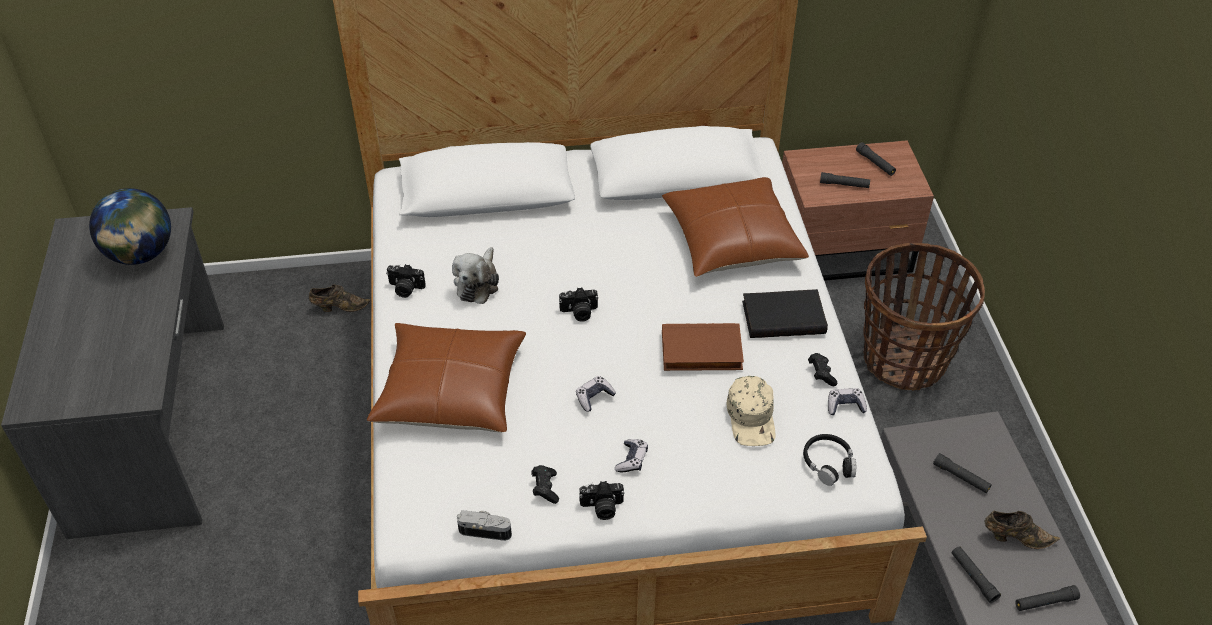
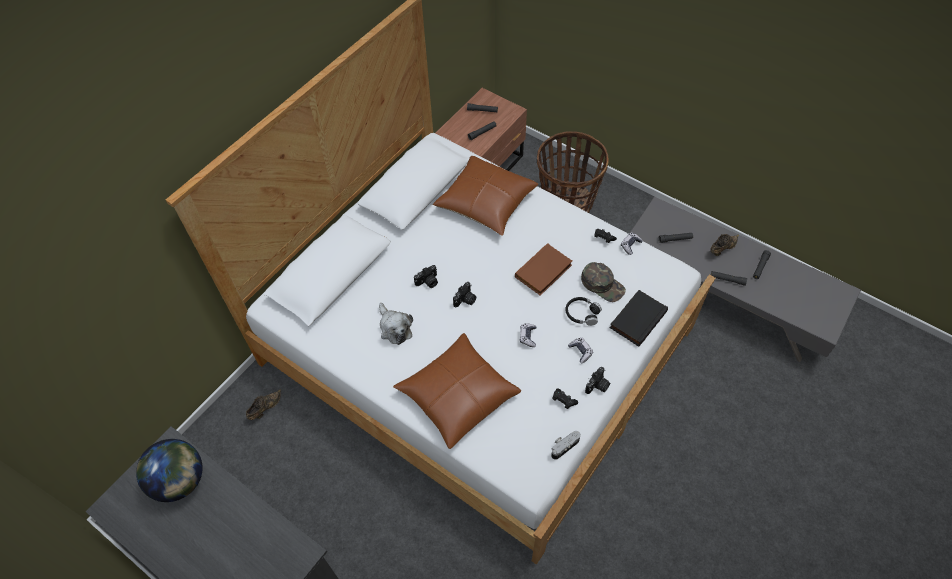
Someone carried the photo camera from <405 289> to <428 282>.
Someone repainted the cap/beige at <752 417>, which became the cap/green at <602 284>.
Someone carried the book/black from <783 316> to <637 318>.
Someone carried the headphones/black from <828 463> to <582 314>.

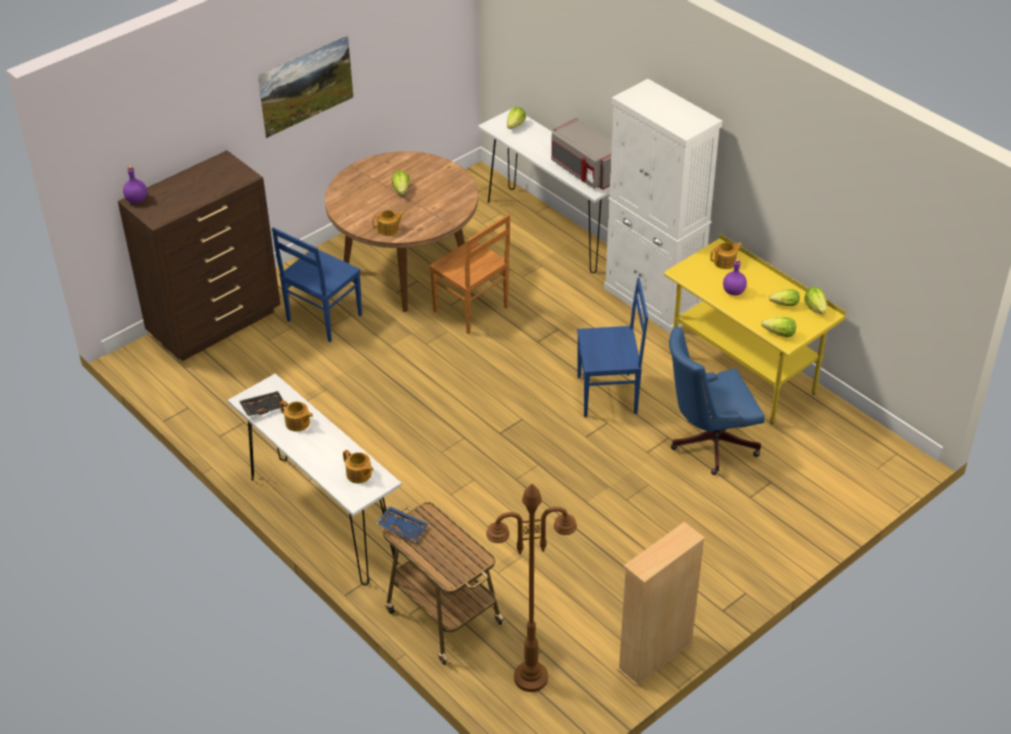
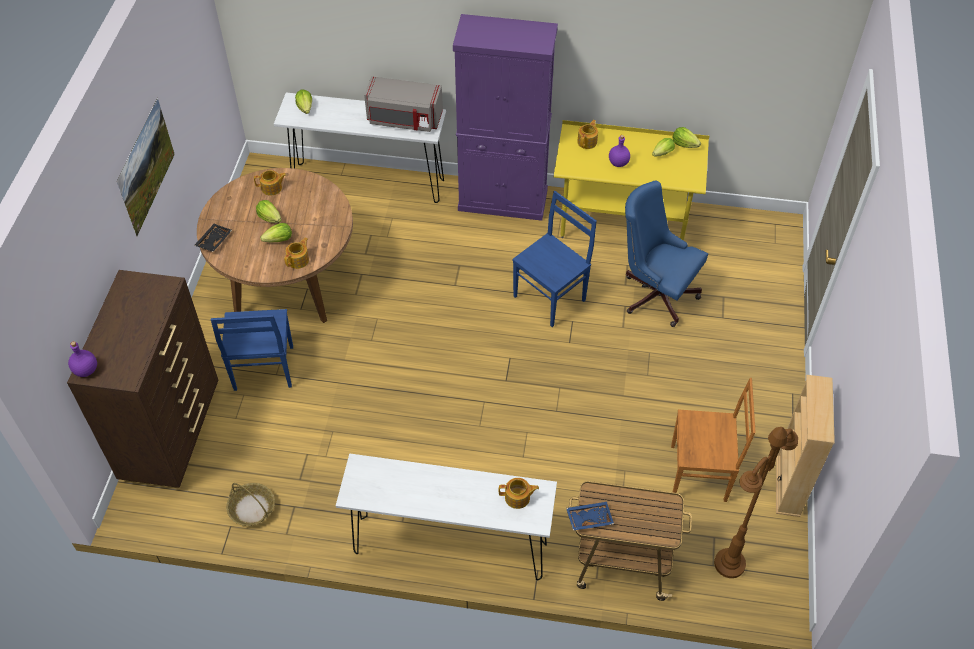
Someone carried the tray/black from <263 407> to <213 241>.
Someone carried the teapot from <298 423> to <272 188>.
Someone carried the chair/brown from <472 310> to <701 473>.
Someone repainted the cabinet/white at <653 300>, which became the cabinet/purple at <503 200>.
Someone rotated the office chair/blue at <708 443> by 90 degrees clockwise.
Someone carried the lettuce from <779 334> to <279 240>.
Someone put down the basket at <251 508>.

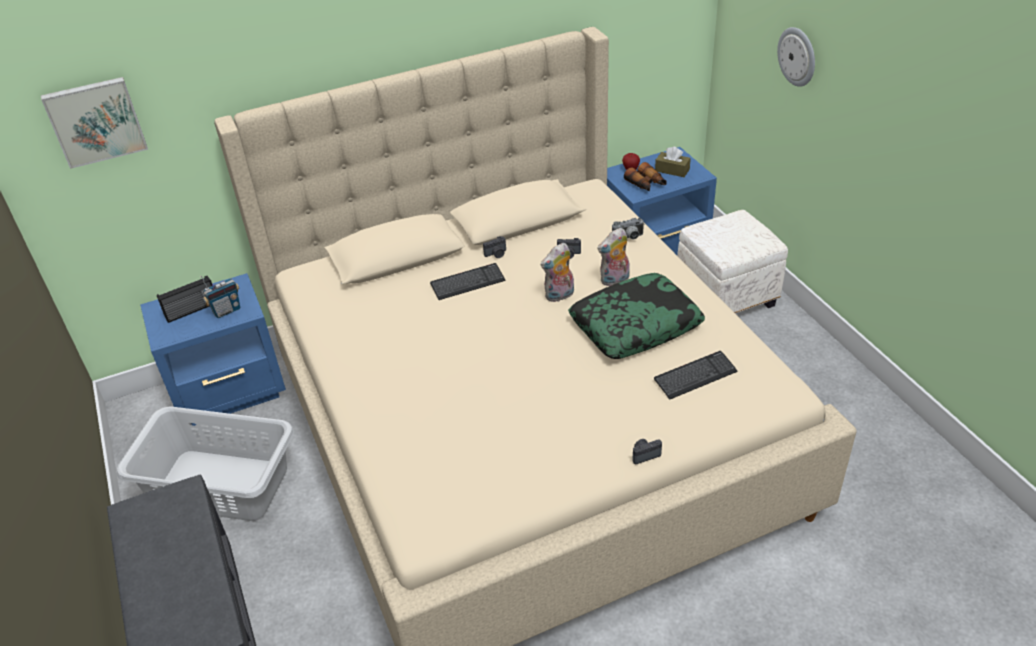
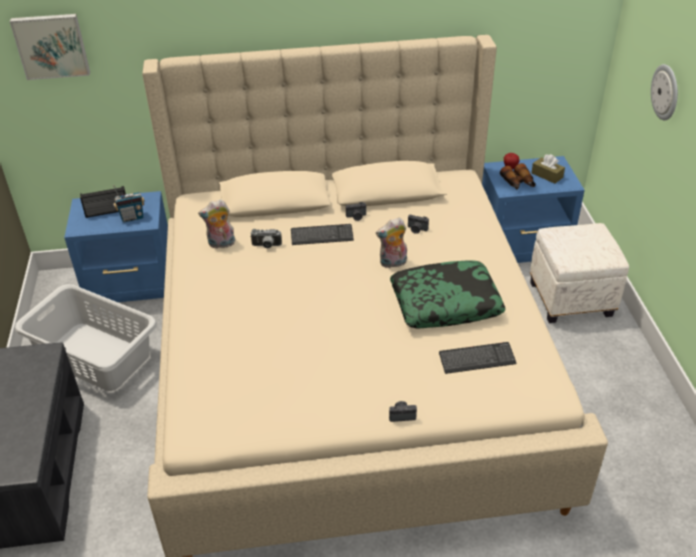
Someone carried the plush toy from <615 280> to <221 244>.
Someone carried the photo camera from <629 238> to <266 246>.

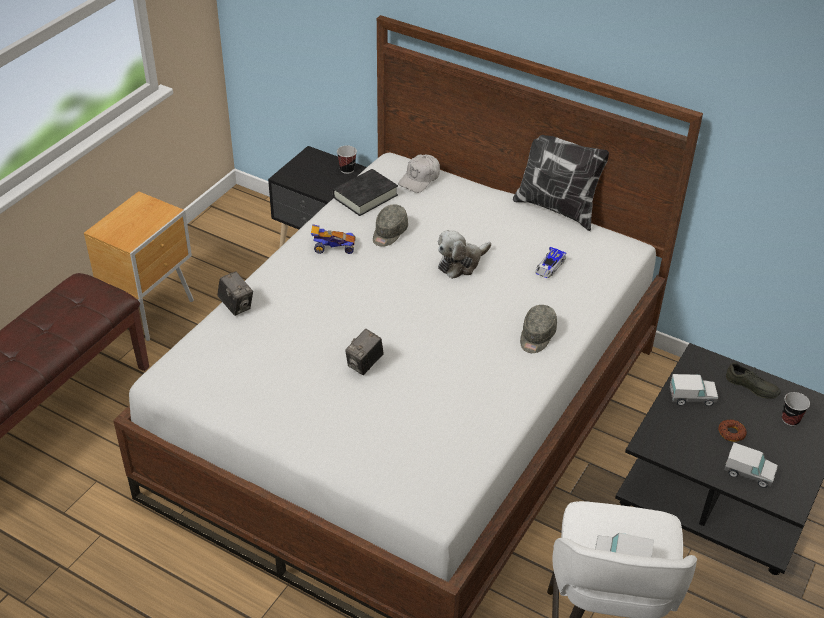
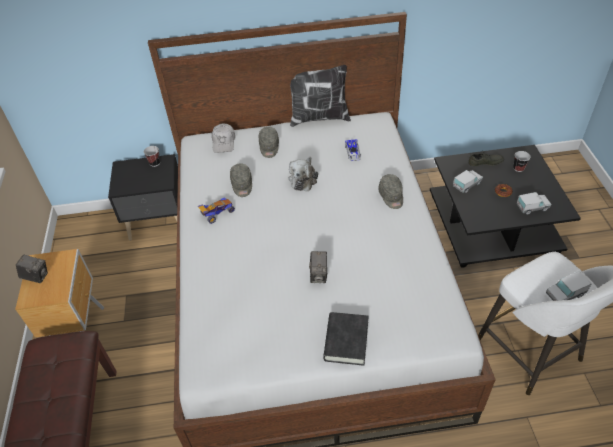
Someone carried the photo camera from <236 306> to <36 276>.
Someone carried the book/black from <365 196> to <346 341>.
Someone put down the cap/grey at <269 147>.

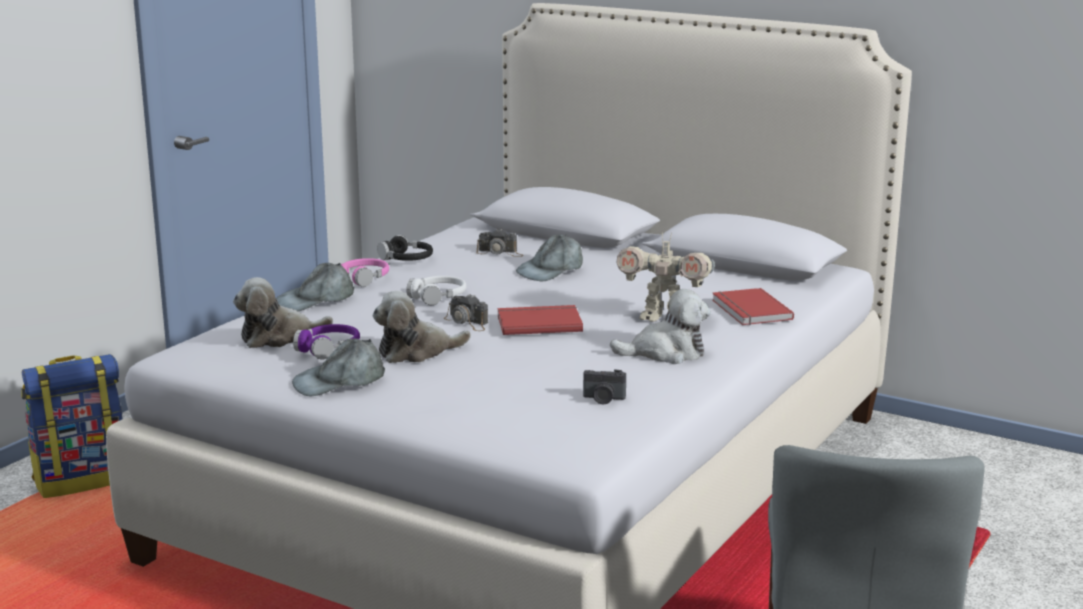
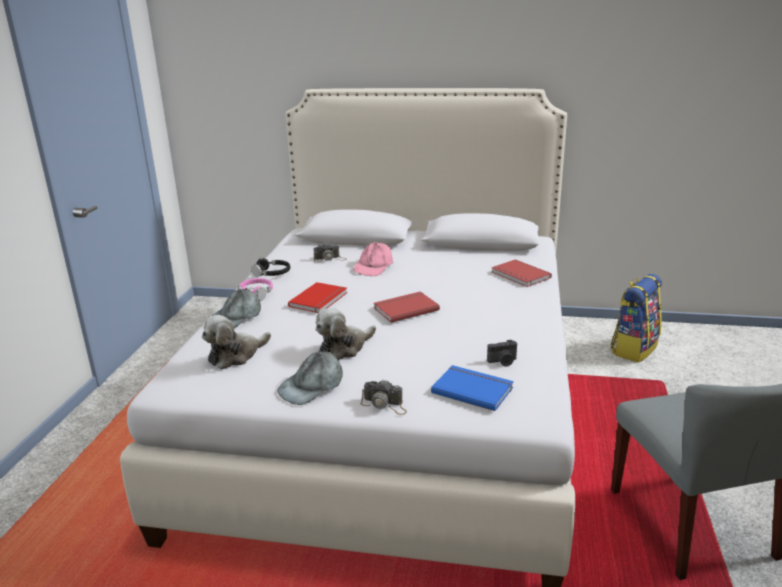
Someone carried the backpack from <82 480> to <633 348>.
Someone took away the headphones/purple at <328 349>.
Someone swapped the headphones/white at <438 297> for the book/red at <320 300>.
Someone carried the photo camera from <467 322> to <384 405>.
Someone repainted the cap/grey at <551 270>, which became the cap/pink at <374 266>.
Someone took away the plush toy at <666 353>.
Someone took away the toy robot at <663 318>.
Someone put down the book/blue at <473 389>.

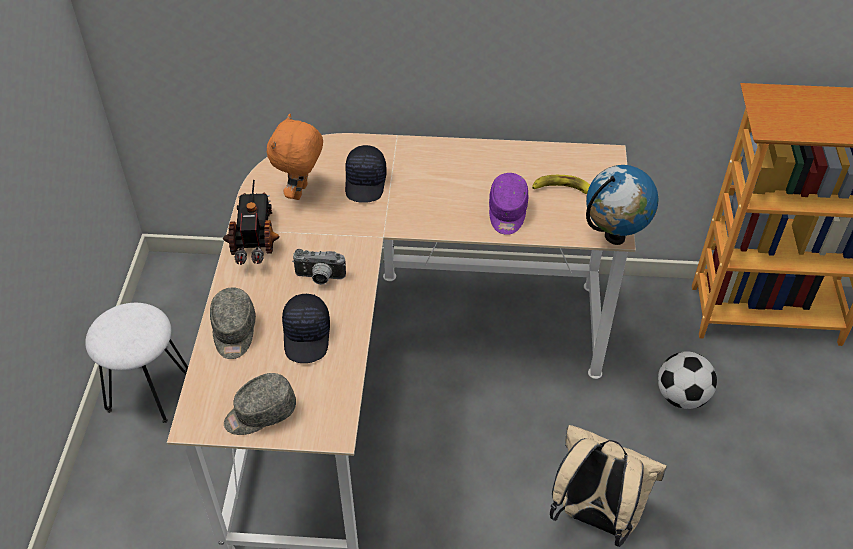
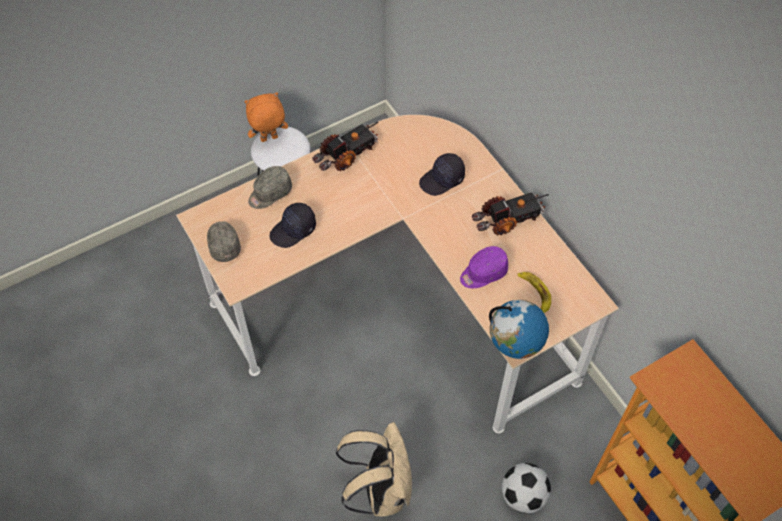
Someone rotated the cap/grey at <260 413> by 45 degrees clockwise.
Someone carried the plush toy/orange from <301 192> to <269 139>.
Someone took away the photo camera at <319 278>.
Someone put down the toy truck at <508 220>.

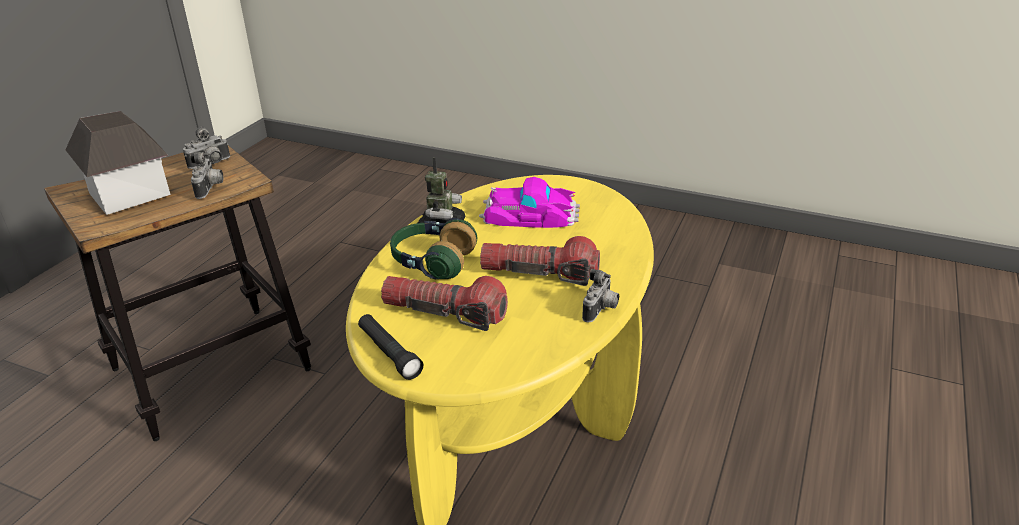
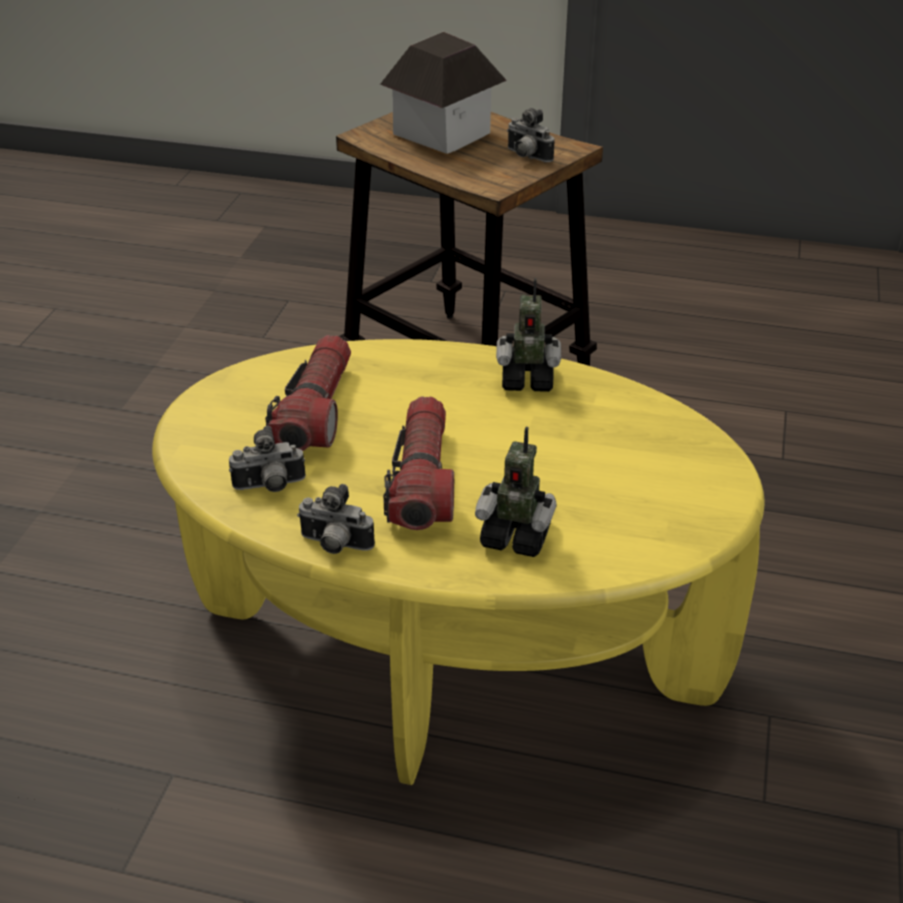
Someone carried the photo camera from <210 189> to <270 487>.
Someone took away the flashlight/black at <389 353>.
Someone took away the headphones at <432 262>.
Someone took away the toy car at <529 215>.
Someone put down the toy robot at <516 536>.

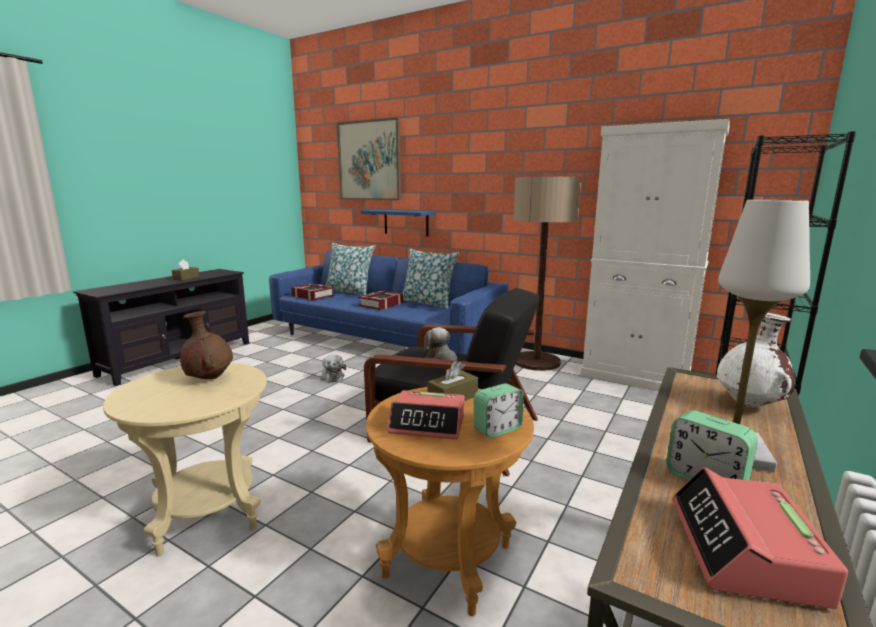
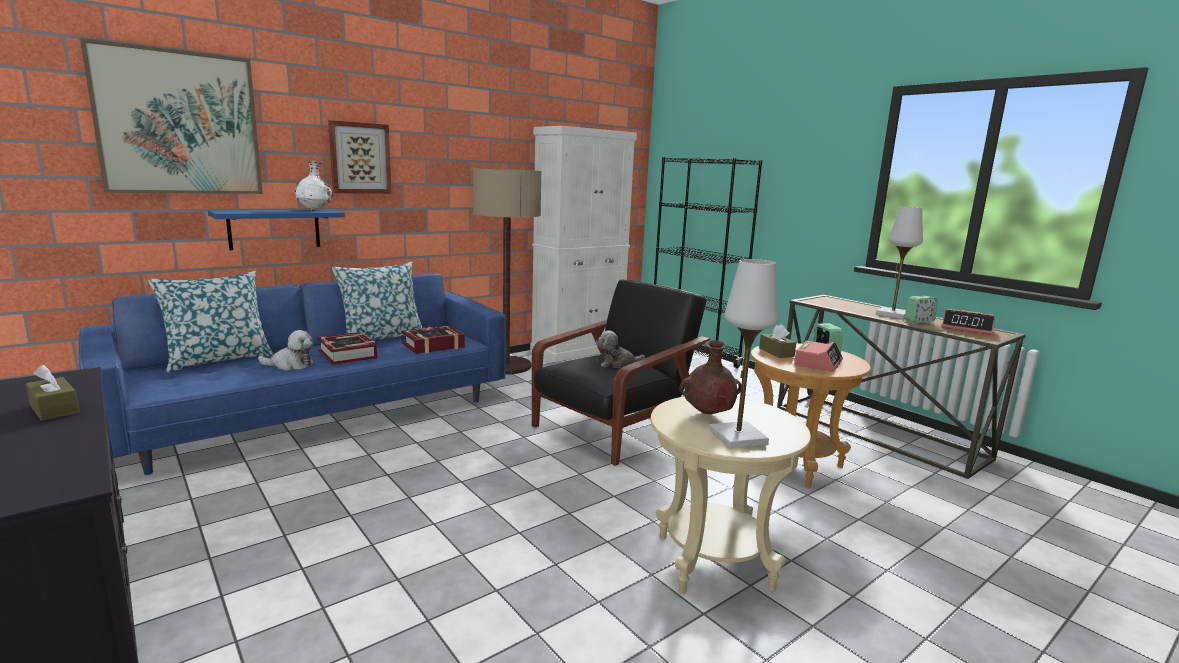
Someone carried the book from <313 296> to <433 346>.
Someone carried the plush toy from <332 377> to <290 365>.
Someone carried the vase/white from <750 405> to <315 210>.
Someone put up the picture at <360 158>.
Someone put down the table lamp/white at <737 437>.

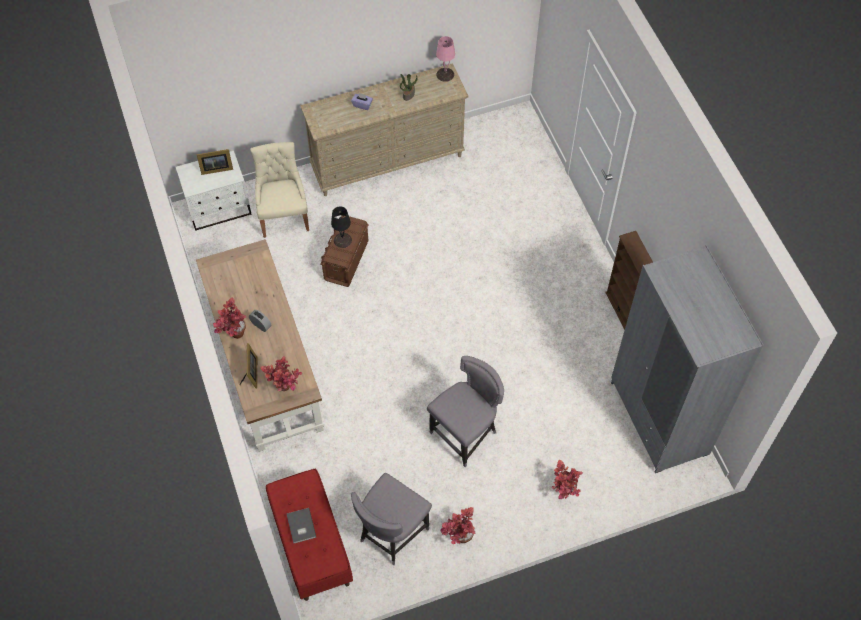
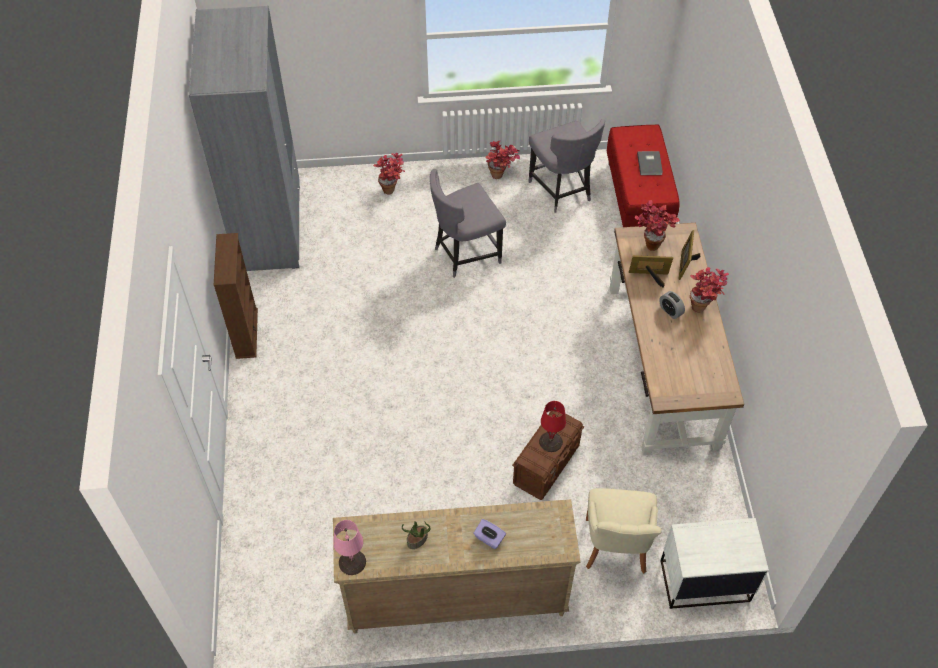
Someone carried the picture frame from <215 168> to <650 277>.
Someone repainted the table lamp/black at <342 240>, which became the table lamp/red at <551 442>.
Someone rotated the chair/grey at <391 534> by 105 degrees clockwise.

